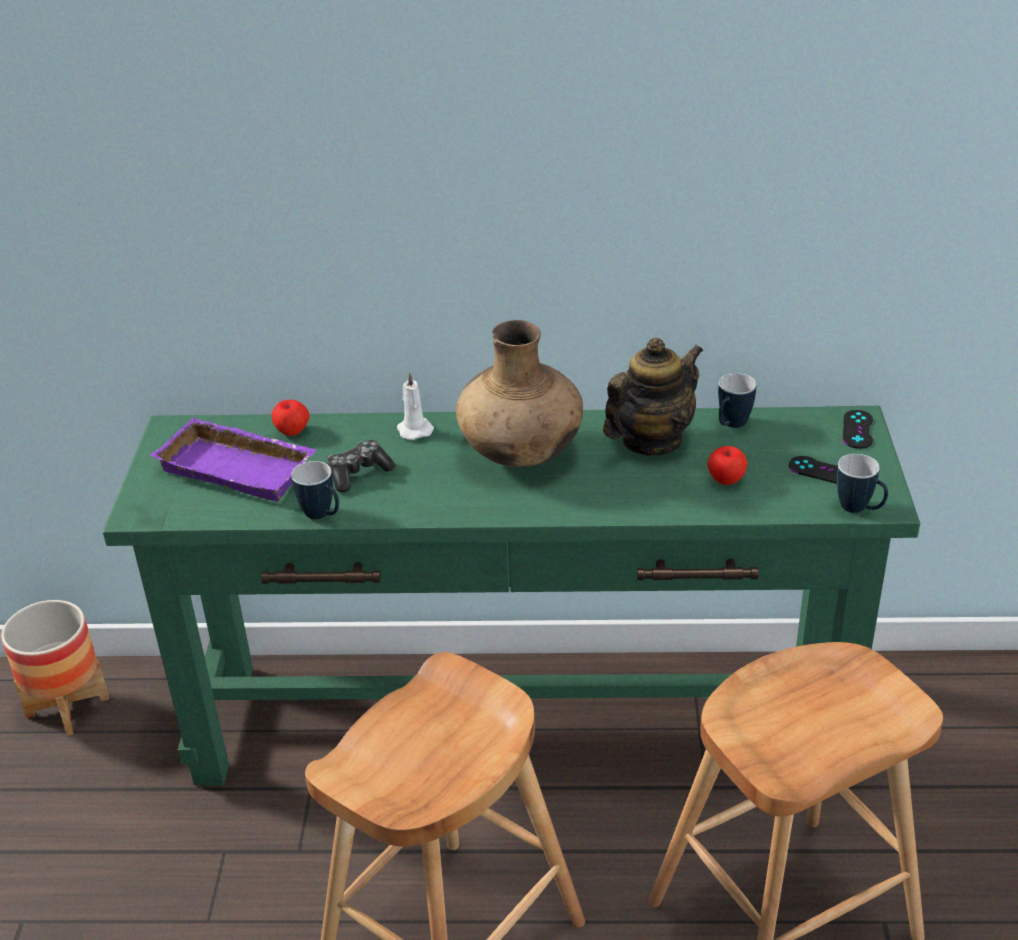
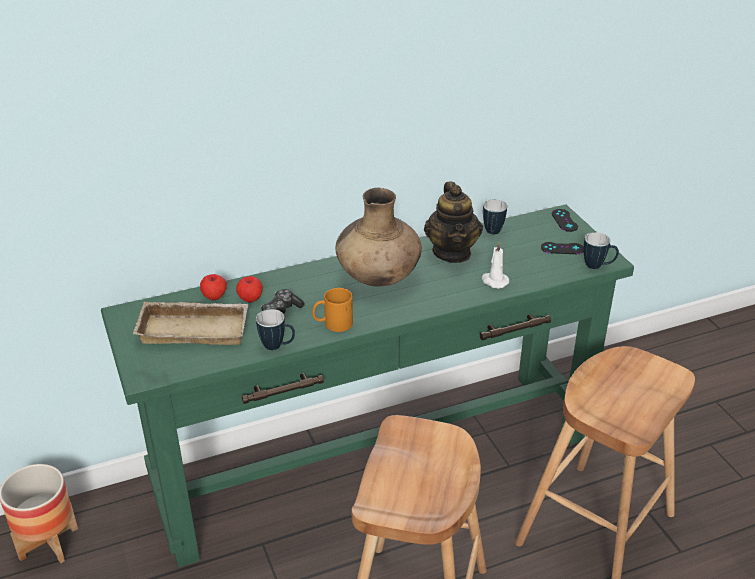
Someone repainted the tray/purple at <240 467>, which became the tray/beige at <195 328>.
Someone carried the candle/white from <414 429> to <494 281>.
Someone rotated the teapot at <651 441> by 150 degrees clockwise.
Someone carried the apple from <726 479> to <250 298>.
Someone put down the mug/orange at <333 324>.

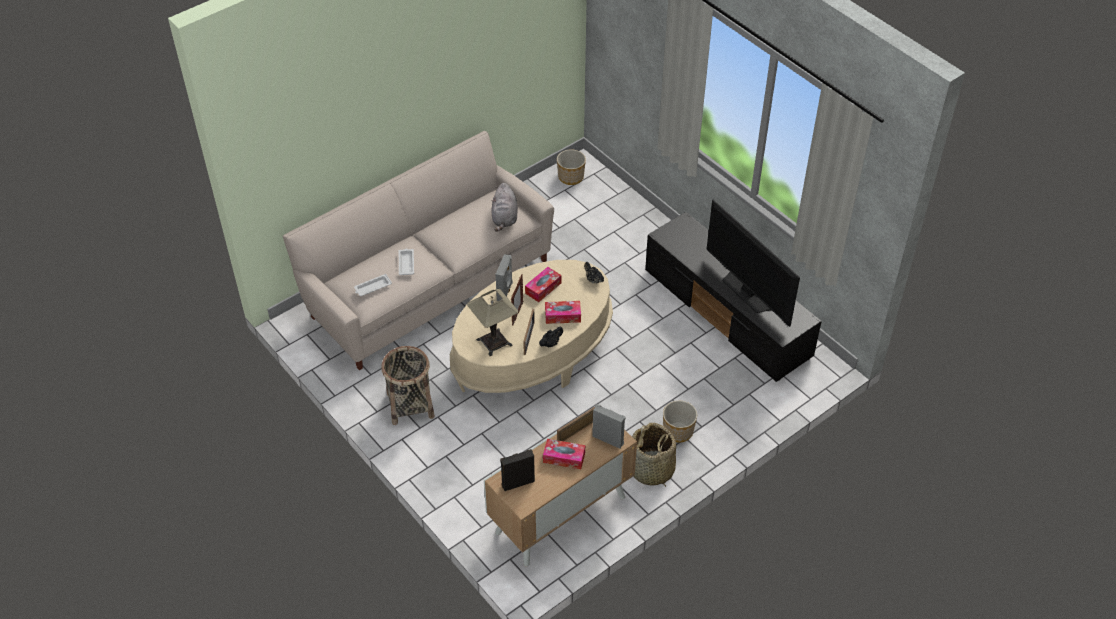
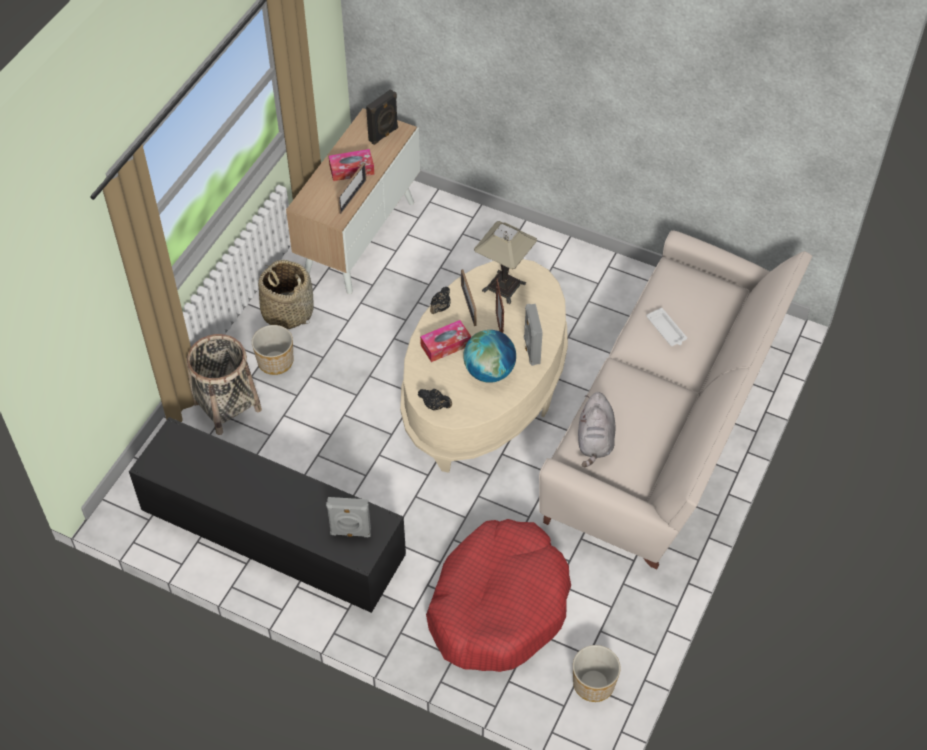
Someone took away the tray/white at <372 287>.
Someone carried the basket from <410 405> to <226 405>.
Someone rotated the plush toy/grey at <504 218> by 150 degrees counterclockwise.
Someone swapped the tissue box at <543 288> for the globe at <489 372>.
Someone carried the speaker/grey from <608 439> to <350 532>.
Someone took away the television at <748 292>.
Someone put down the dog bed/red at <498 605>.

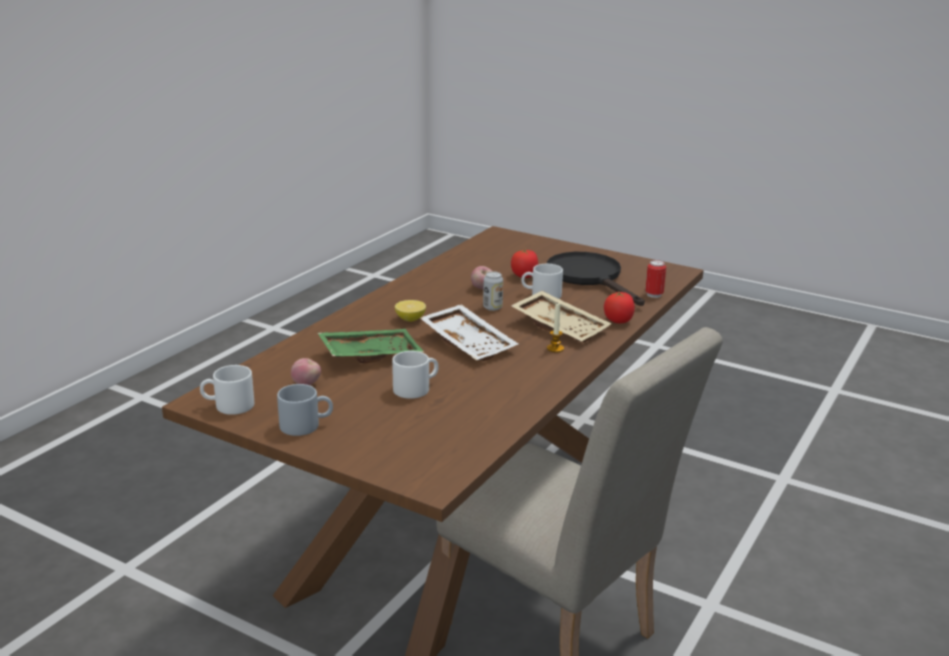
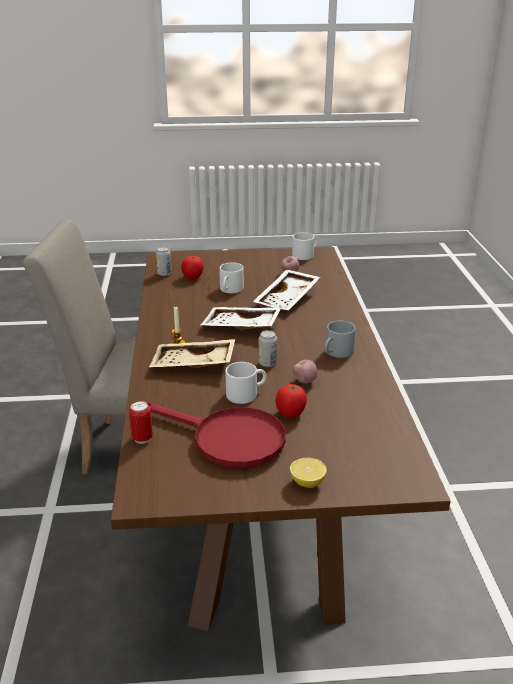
Someone carried the mug/grey from <306 425> to <337 353>.
Someone repainted the tray/green at <370 354>, which became the tray/white at <288 299>.
Someone carried the lemon from <410 319> to <307 482>.
Someone repainted the frying pan/black at <590 278>, which became the frying pan/red at <227 439>.
Someone carried the tomato from <618 321> to <193 277>.
Someone put down the can at <164 273>.

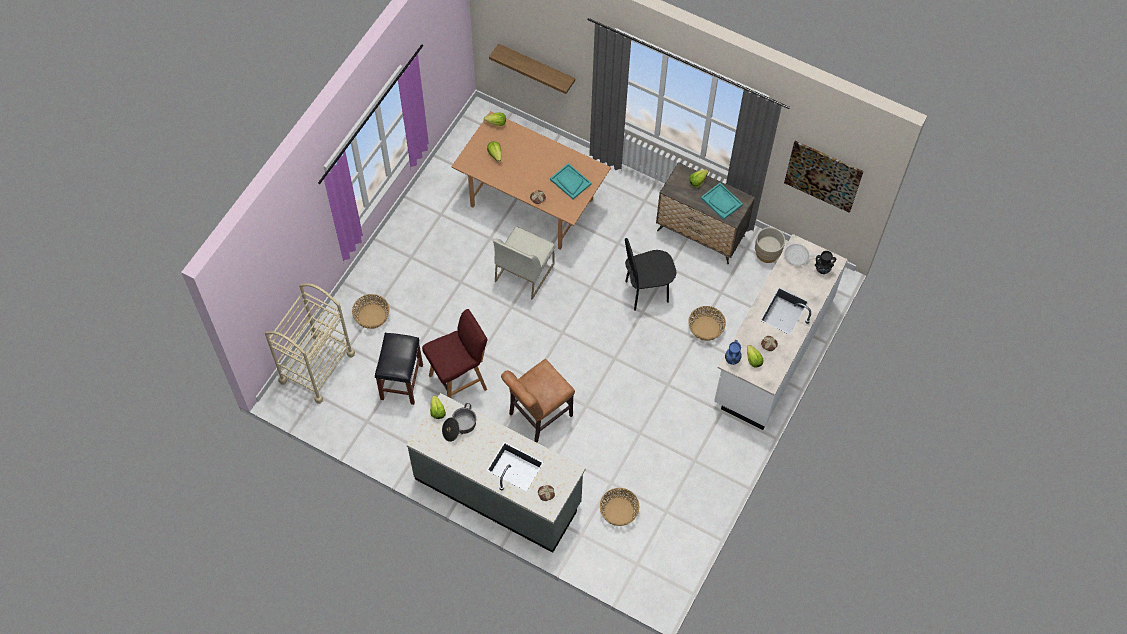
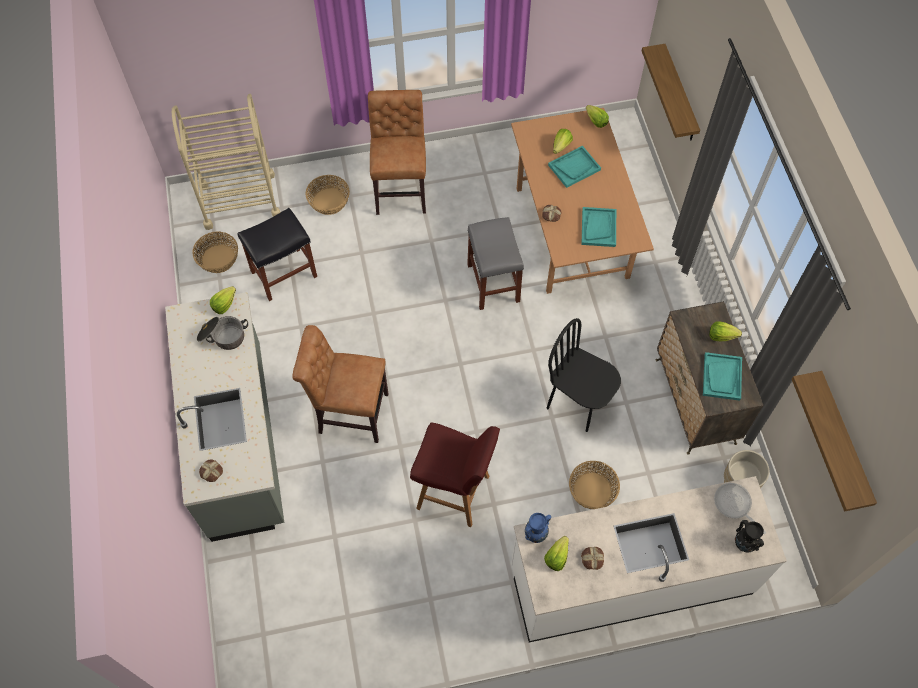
Someone carried the stool/red from <459 382> to <455 493>.
Someone swapped the chair/white at <524 272> for the stool/grey at <492 282>.
Someone carried the basket from <619 511> to <218 259>.
Someone swapped the picture at <823 176> for the shelf at <843 441>.
Someone put down the chair/brown at <401 189>.
Someone put down the tray/turquoise at <574 167>.

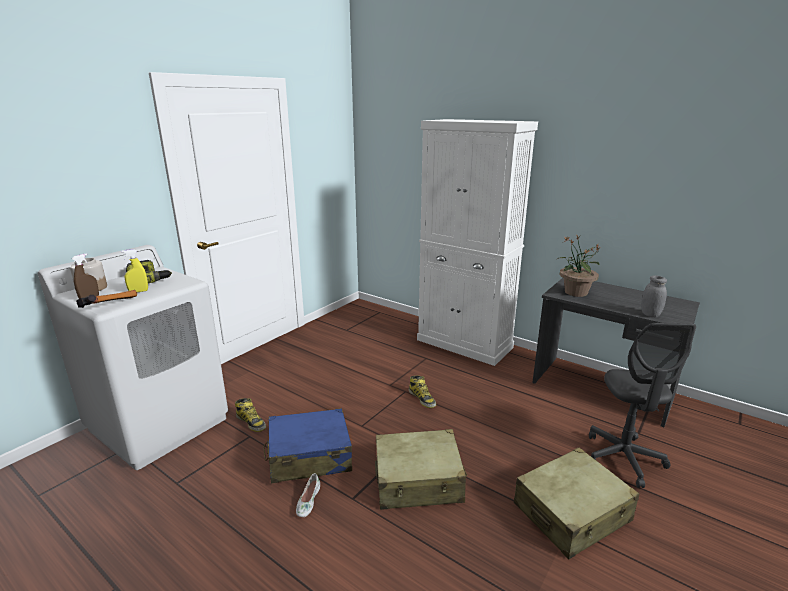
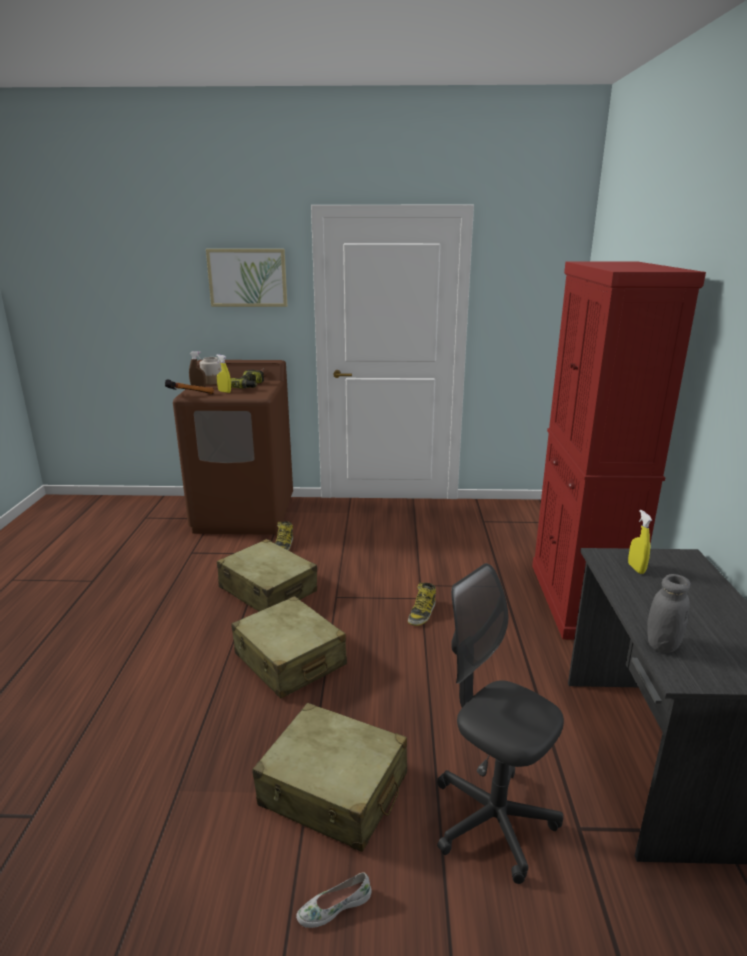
Someone repainted the washing machine/white at <159 423>, which became the washing machine/brown at <244 514>.
Someone repainted the suitcase/blue at <309 456>, which became the suitcase/beige at <268 590>.
Someone carried the shoe/white from <308 501> to <334 906>.
Someone repainted the cabinet/white at <464 344>, which became the cabinet/red at <578 600>.
Someone swapped the potted plant at <575 292> for the spray bottle/yellow at <636 568>.
Someone rotated the office chair/grey at <623 458> by 75 degrees clockwise.
Someone put up the picture at <247 277>.

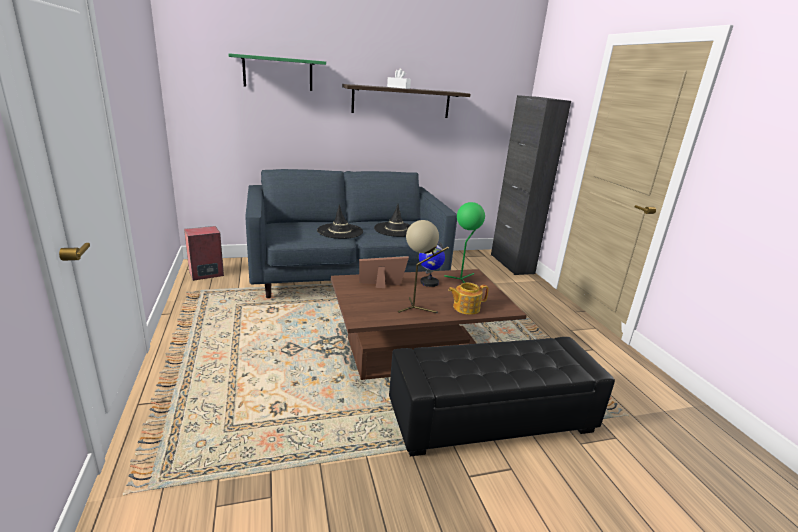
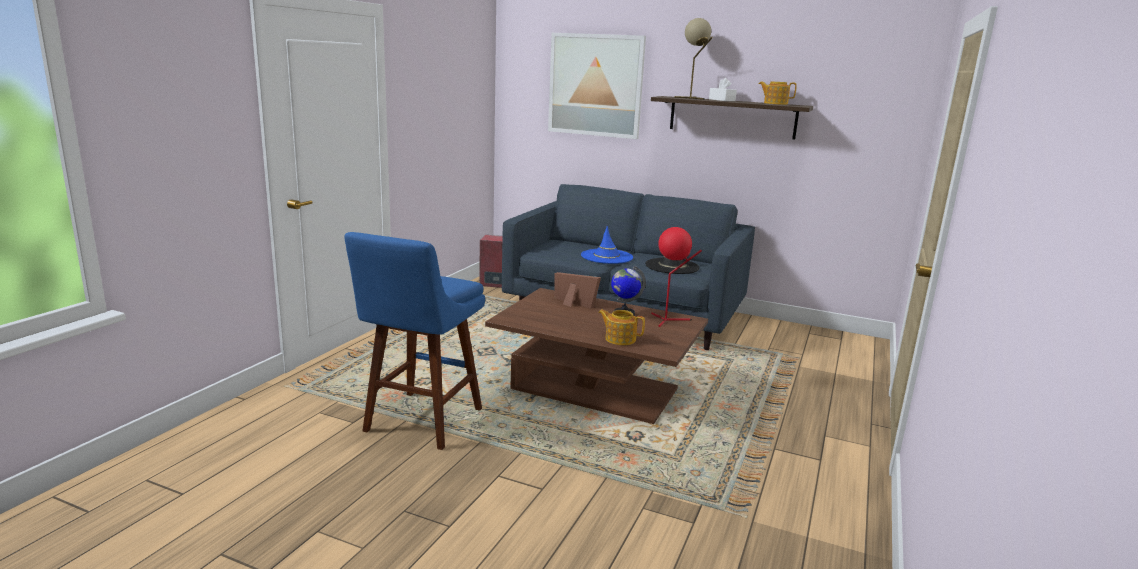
Someone swapped the shelf/green at <278 73> for the picture at <595 85>.
Someone repainted the hat/black at <340 231>, which became the hat/blue at <607 257>.
Someone took away the ottoman/black at <491 417>.
Someone carried the table lamp/beige from <416 308> to <692 98>.
Someone repainted the table lamp/green at <462 278>, which became the table lamp/red at <669 320>.
Someone took away the cabinet/black at <512 264>.
Someone put down the stool/blue at <420 423>.
Someone put down the teapot at <775 103>.

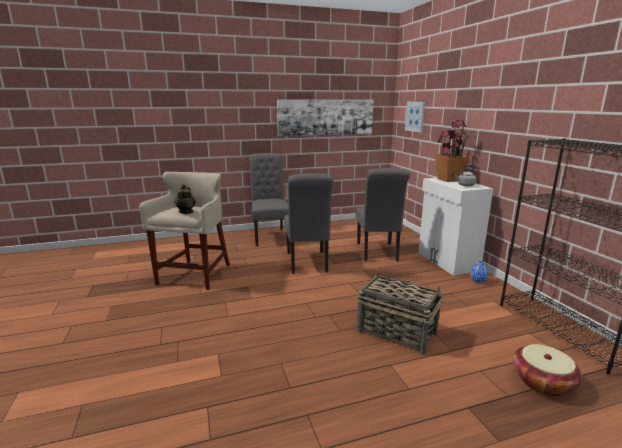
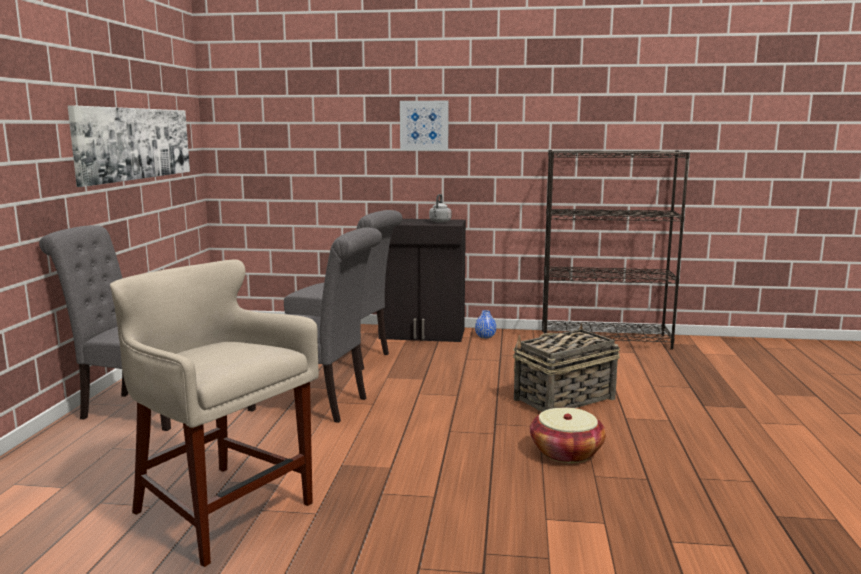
Someone took away the teapot at <186 212>.
Someone carried the picture from <415 116> to <424 125>.
Someone repainted the cabinet/white at <447 262>, which became the cabinet/black at <422 334>.
Someone took away the potted plant at <448 180>.
Someone carried the basket from <542 382> to <566 452>.

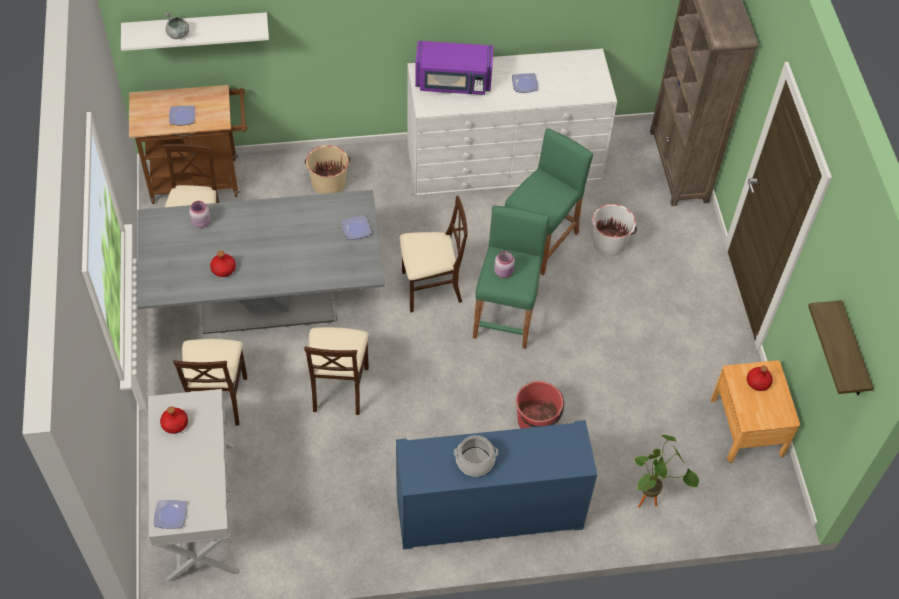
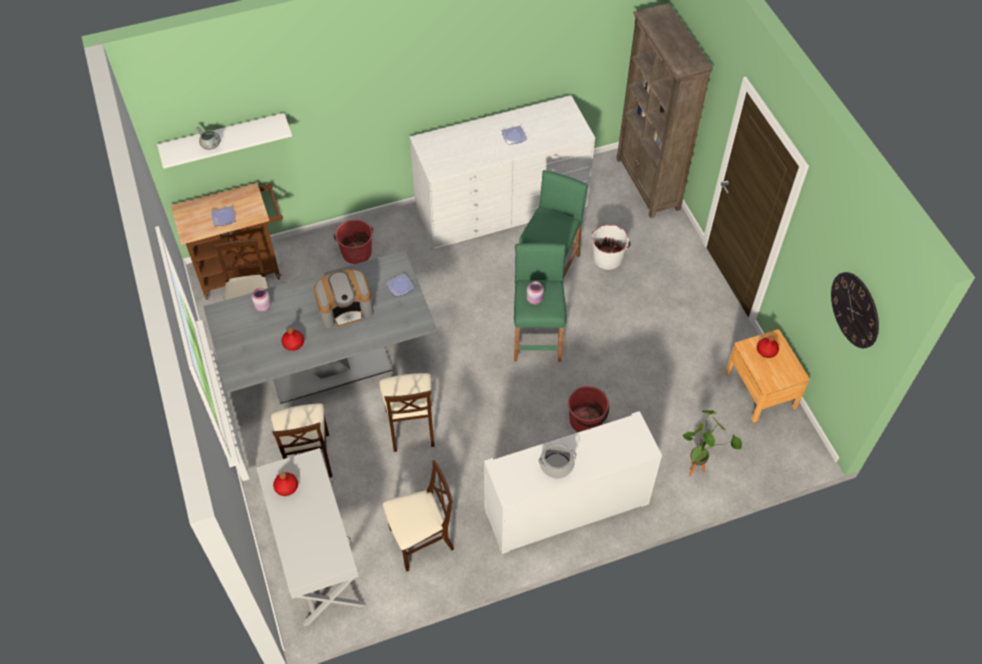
Someone took away the plate at <171 515>.
Someone repainted the bucket/beige at <328 183>, which became the bucket/red at <356 252>.
Someone repainted the cabinet/blue at <489 512>, which became the cabinet/white at <566 507>.
Someone carried the chair/beige from <430 288> to <421 540>.
Someone took away the microwave/purple at <453 82>.
Someone swapped the shelf at <852 353> for the wall clock at <855 310>.
Someone put down the coffee machine at <345 308>.

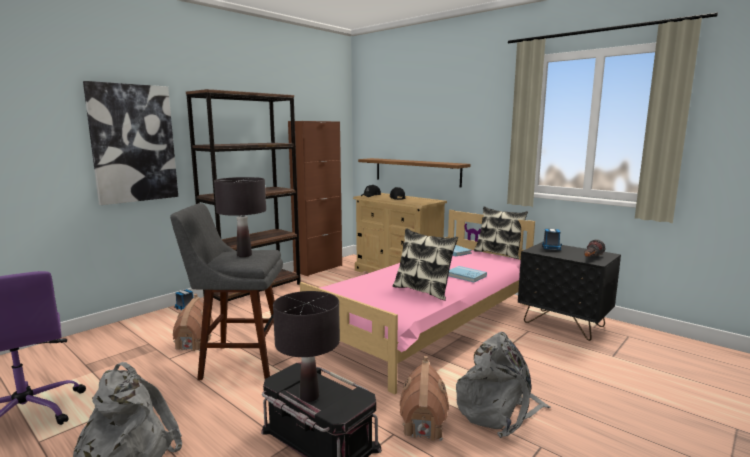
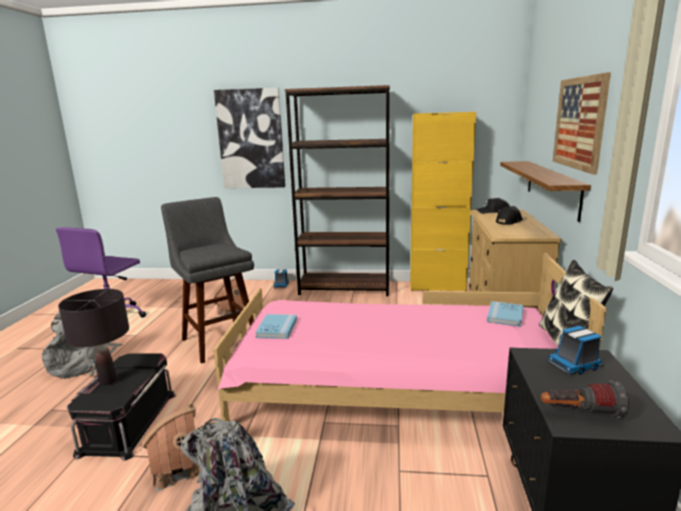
Someone took away the table lamp/black at <244 255>.
Someone repainted the cabinet/brown at <318 268>, which became the cabinet/yellow at <437 286>.
Someone took away the pillow at <423 290>.
Someone carried the book/blue from <466 276> to <277 328>.
Someone put up the picture at <579 123>.

